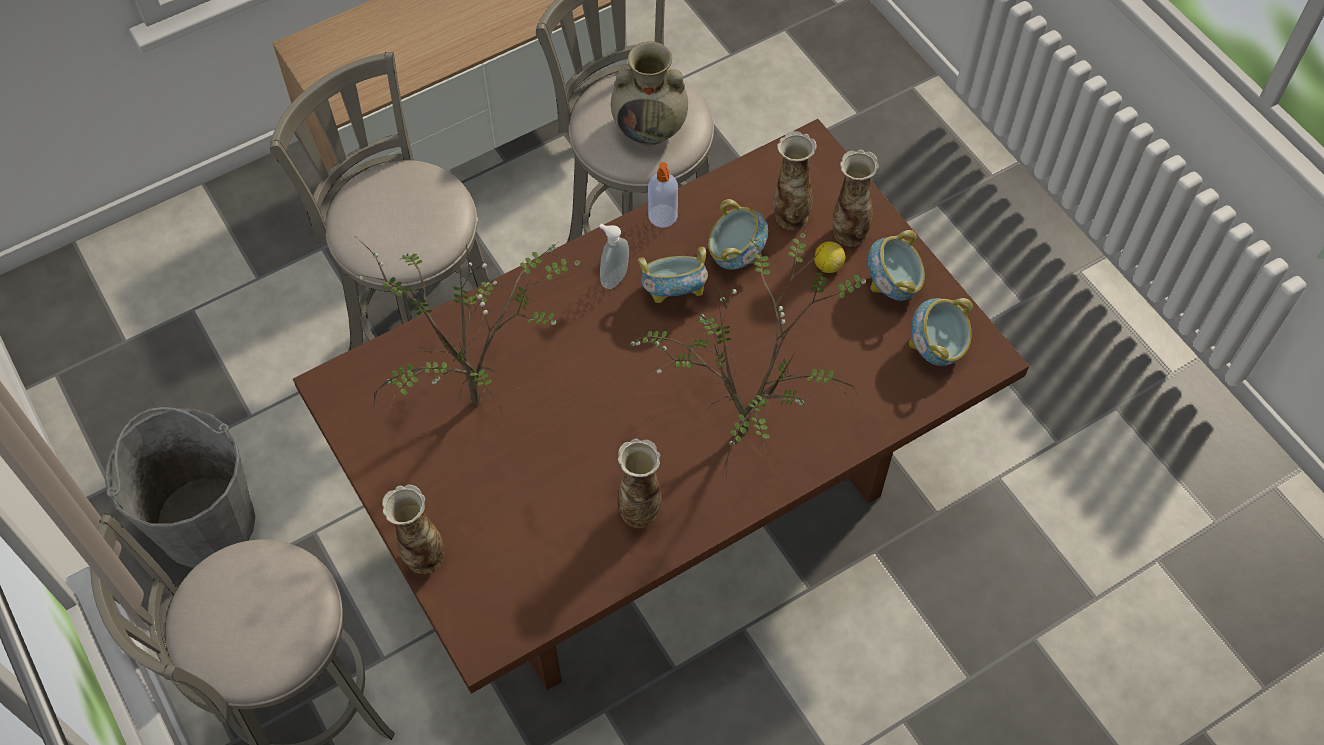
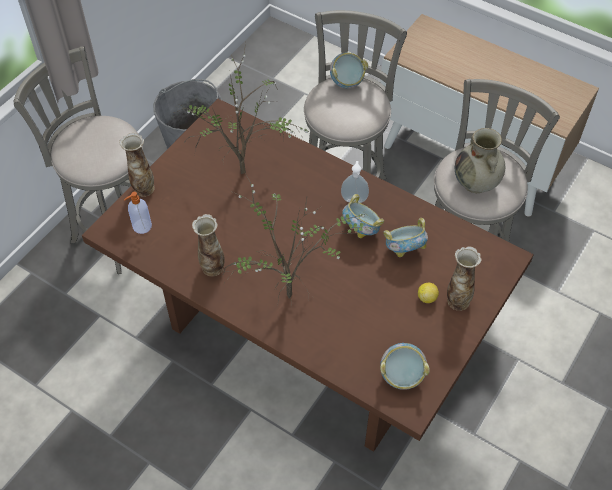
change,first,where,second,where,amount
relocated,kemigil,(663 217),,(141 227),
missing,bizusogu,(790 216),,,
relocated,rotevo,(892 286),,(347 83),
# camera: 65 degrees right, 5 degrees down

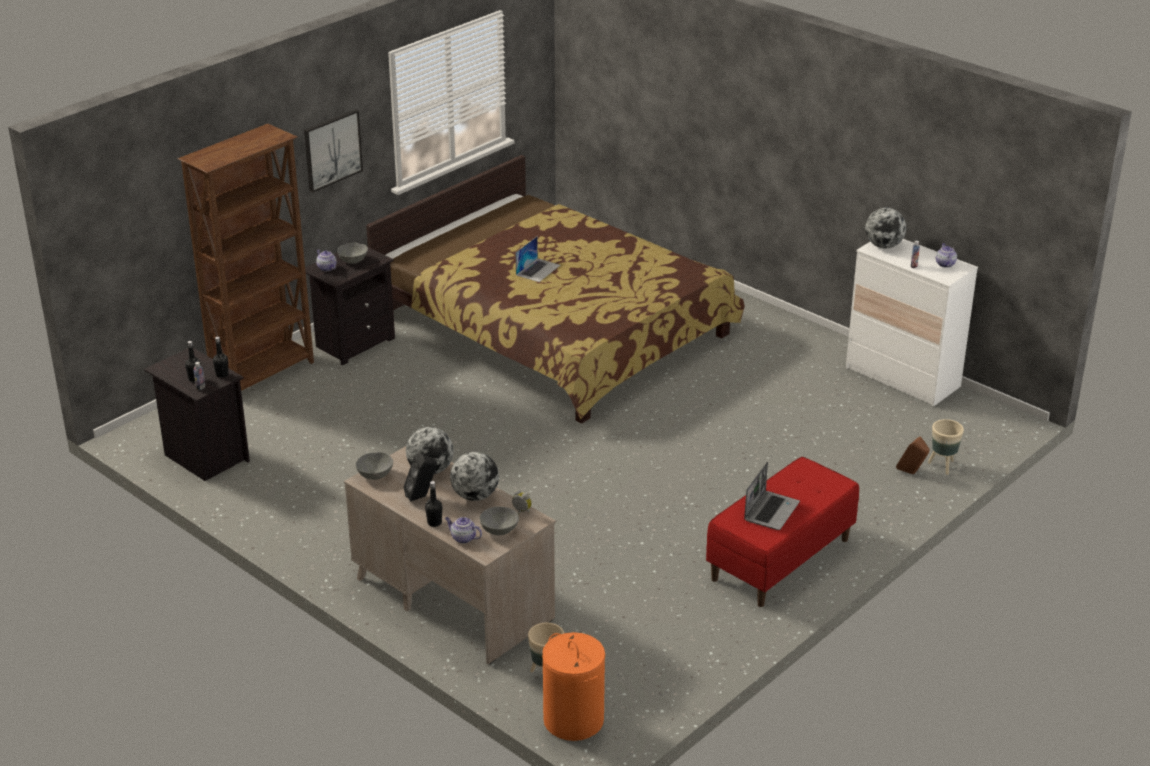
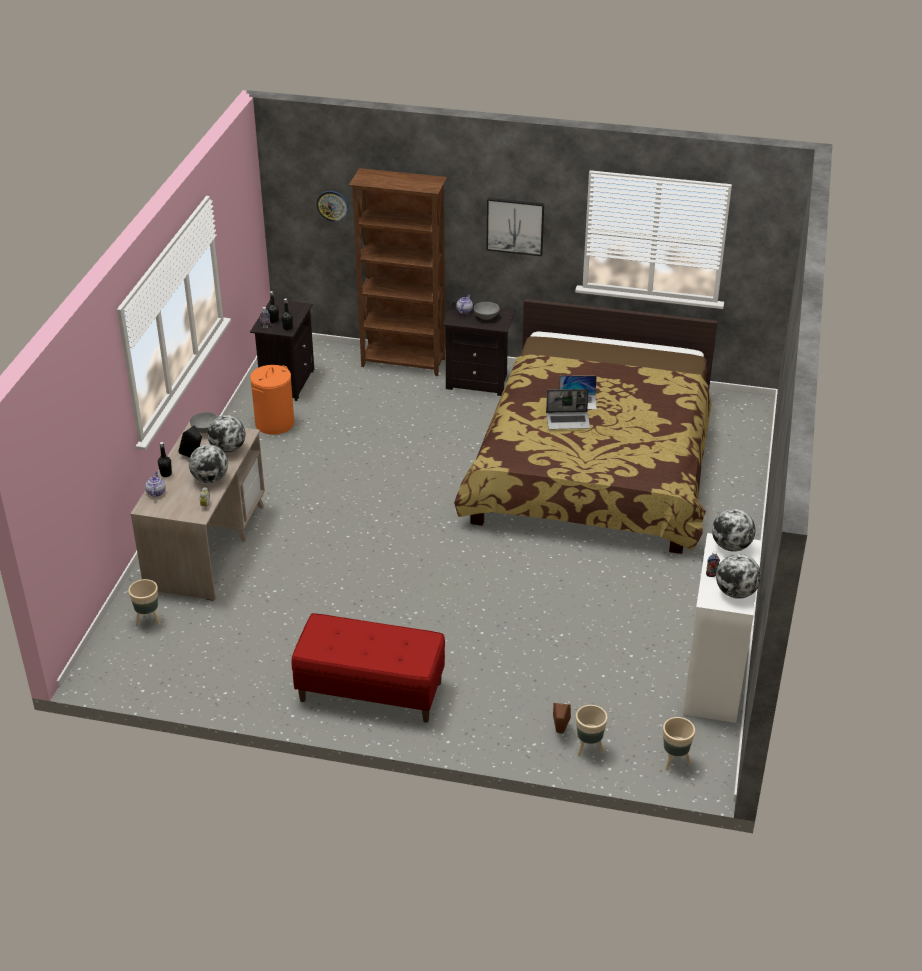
change,first,where,second,where,amount
missing,grey_rotevo,(499 530),,,
relocated,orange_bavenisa,(573 720),,(275 423),
relocated,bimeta,(771 511),,(568 421),
exchanged,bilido,(945 264),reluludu,(735 592),
appeared,,,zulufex,(332 205),
appeared,,,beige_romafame,(675 761),
# camera: 60 degrees right, 5 degrees up

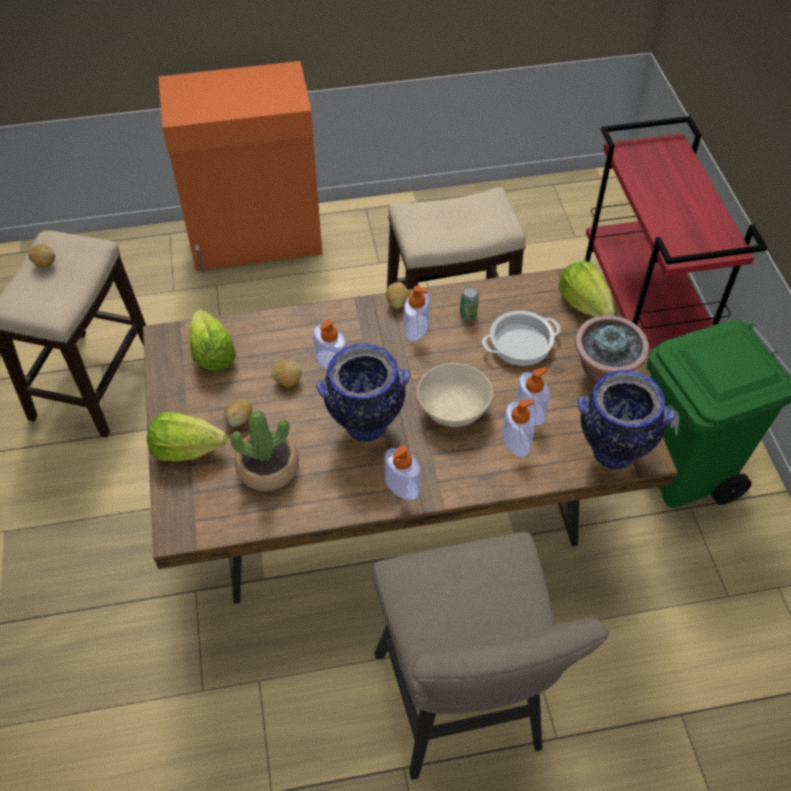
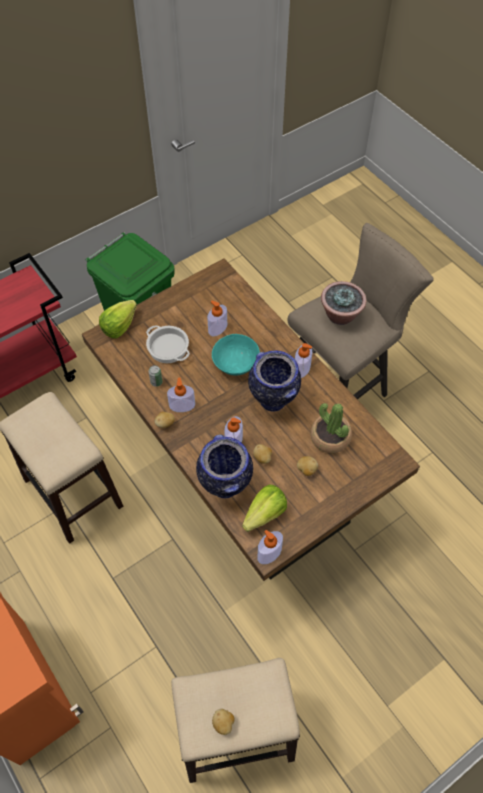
change,first,where,second,where,amount
missing,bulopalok,(186 449),,,
colour,beige_rotevo,(453 408),turquoise_rotevo,(236 364),
relocated,kemigil,(516 441),,(269 553),
relocated,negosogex,(605 371),,(340 315),
relocated,bizusogu,(611 453),,(225 487),
# camera: 115 degrees left, 5 degrees up

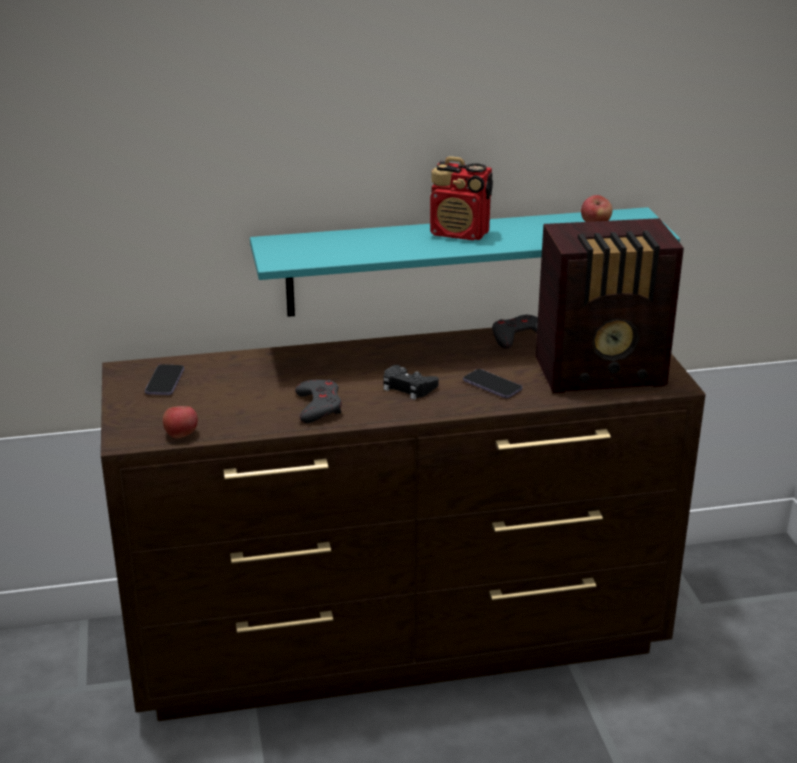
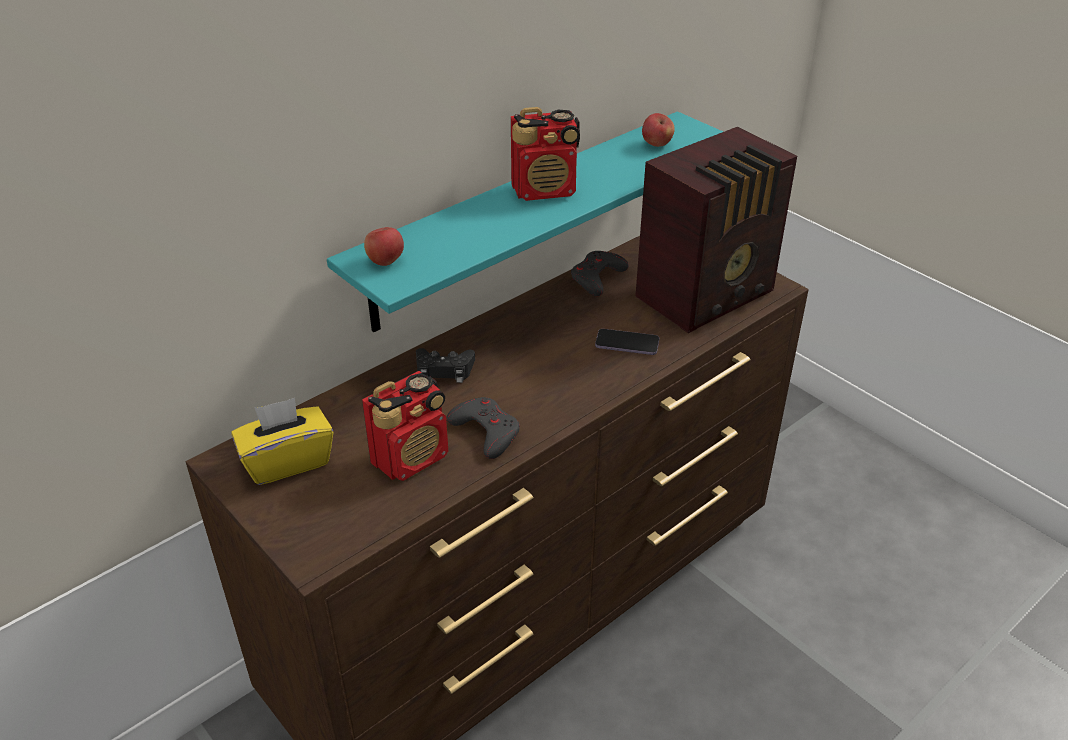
change,first,where,second,where,amount
exchanged,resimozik,(165 382),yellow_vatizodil,(287 461),
relocated,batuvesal,(181 435),,(385 261),
relocated,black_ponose,(408 387),,(444 370),
appeared,,,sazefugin,(411 458),
# camera: 30 degrees left, 10 degrees up

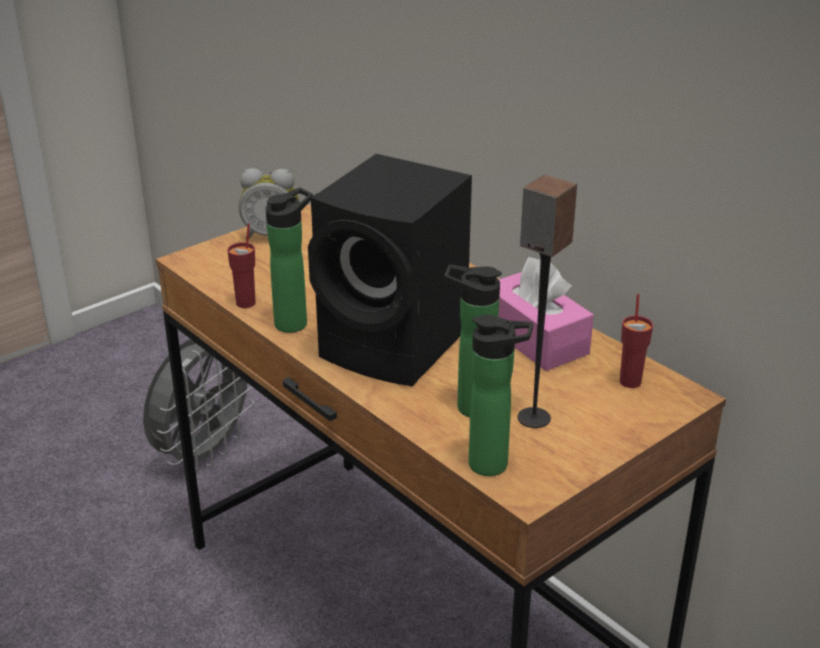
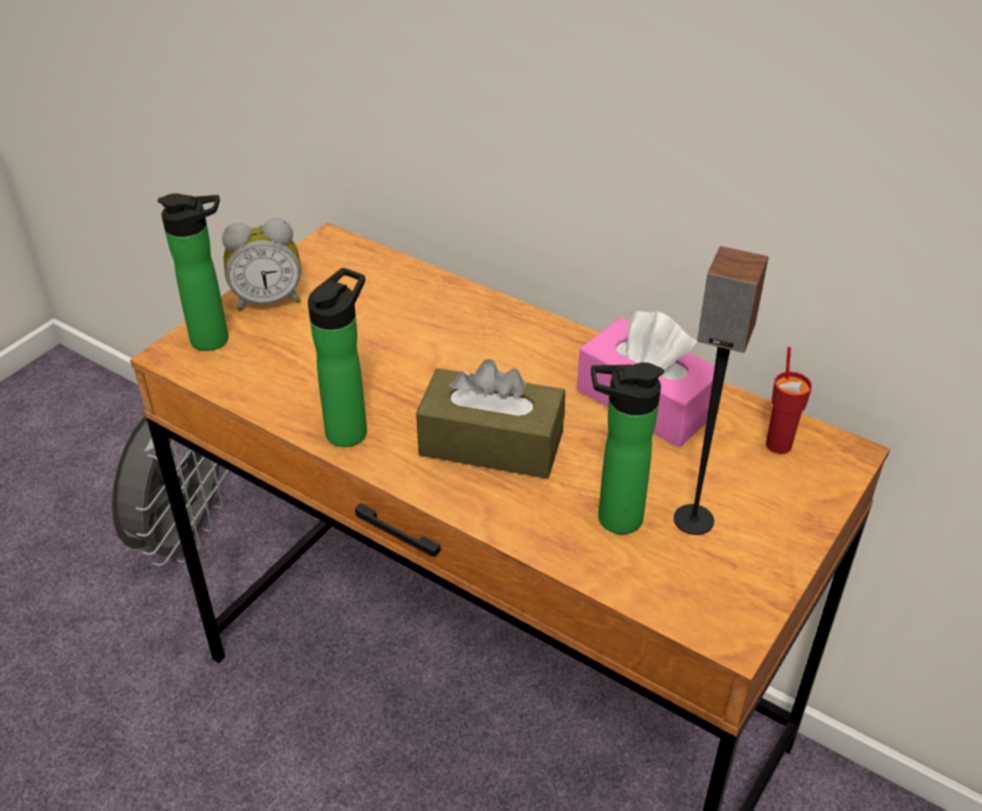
change,first,where,second,where,amount
missing,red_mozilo,(246 303),,,
exchanged,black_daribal,(397 346),brown_vatizodil,(491 443),
relocated,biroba,(494 465),,(216 339),
# camera: 15 degrees left, 10 degrees up

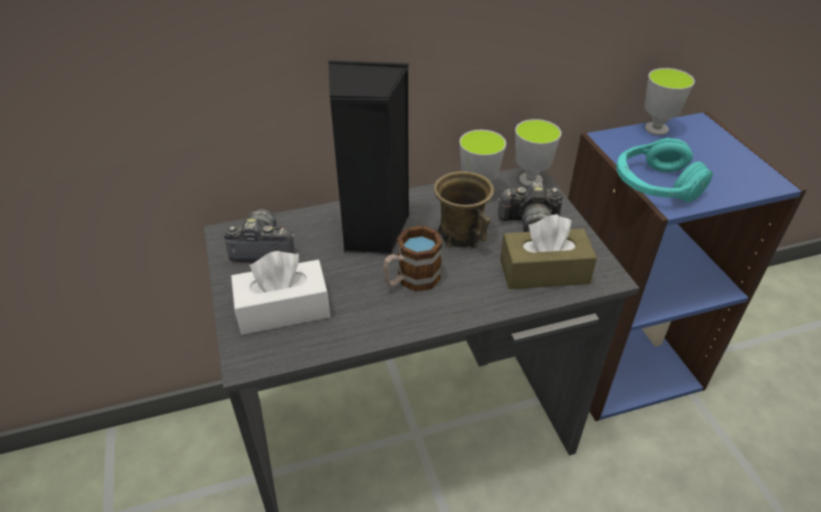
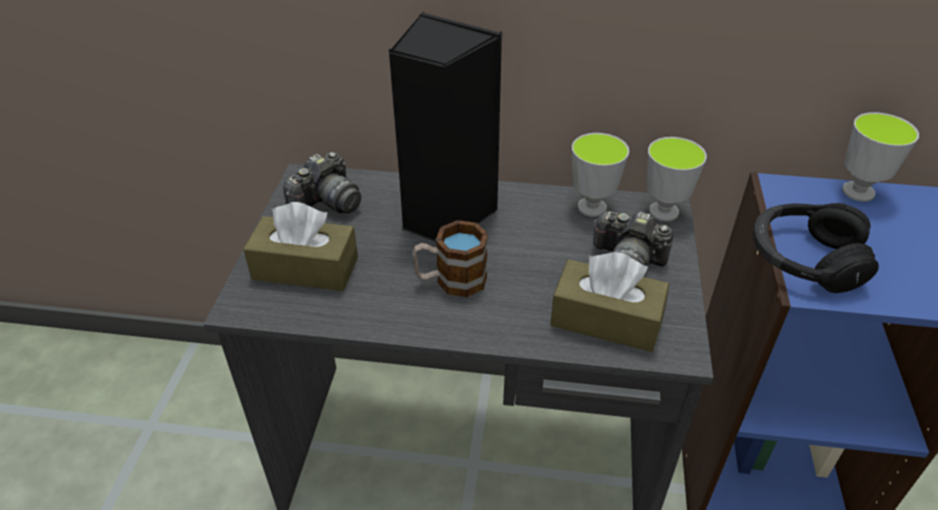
change,first,where,second,where,amount
spun,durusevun,(263 249),,(327 202),105 degrees clockwise
colour,white_vatizodil,(283 309),brown_vatizodil,(305 268),
missing,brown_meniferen,(461 235),,,
colour,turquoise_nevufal,(655 184),black_nevufal,(804 259),
# camera: 25 degrees right, 0 degrees up

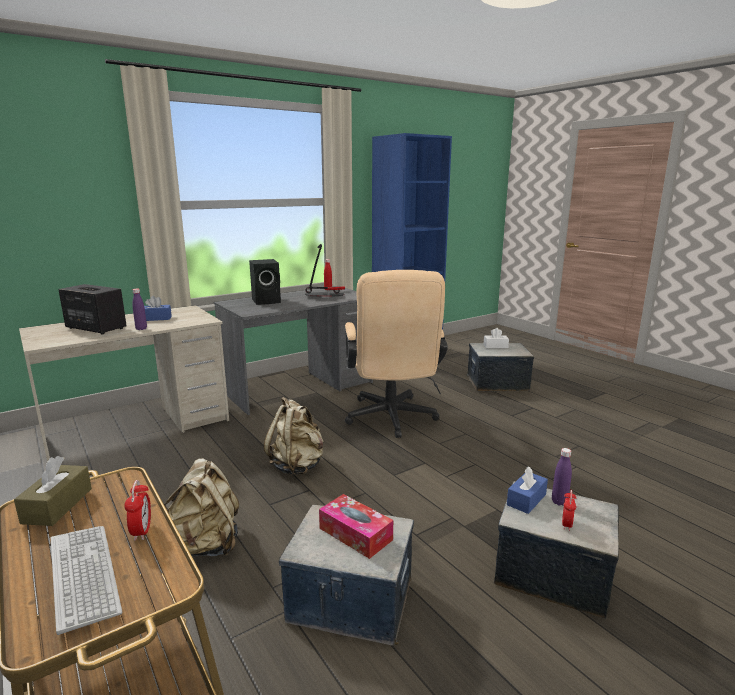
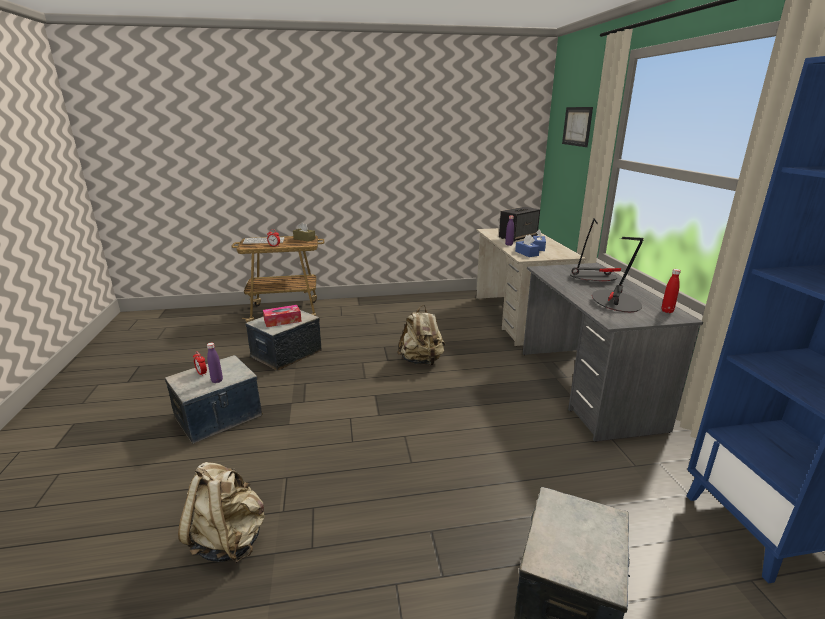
change,first,where,second,where,amount
relocated,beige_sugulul,(205 545),,(229 539),
exchanged,black_daribal,(267 301),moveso,(593 278),
missing,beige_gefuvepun,(391 420),,,
missing,white_vatizodil,(495 346),,,
relocated,blue_vatizodil,(526 499),,(526 253),
appeared,,,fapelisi,(577 126),
# camera: 115 degrees right, 5 degrees up

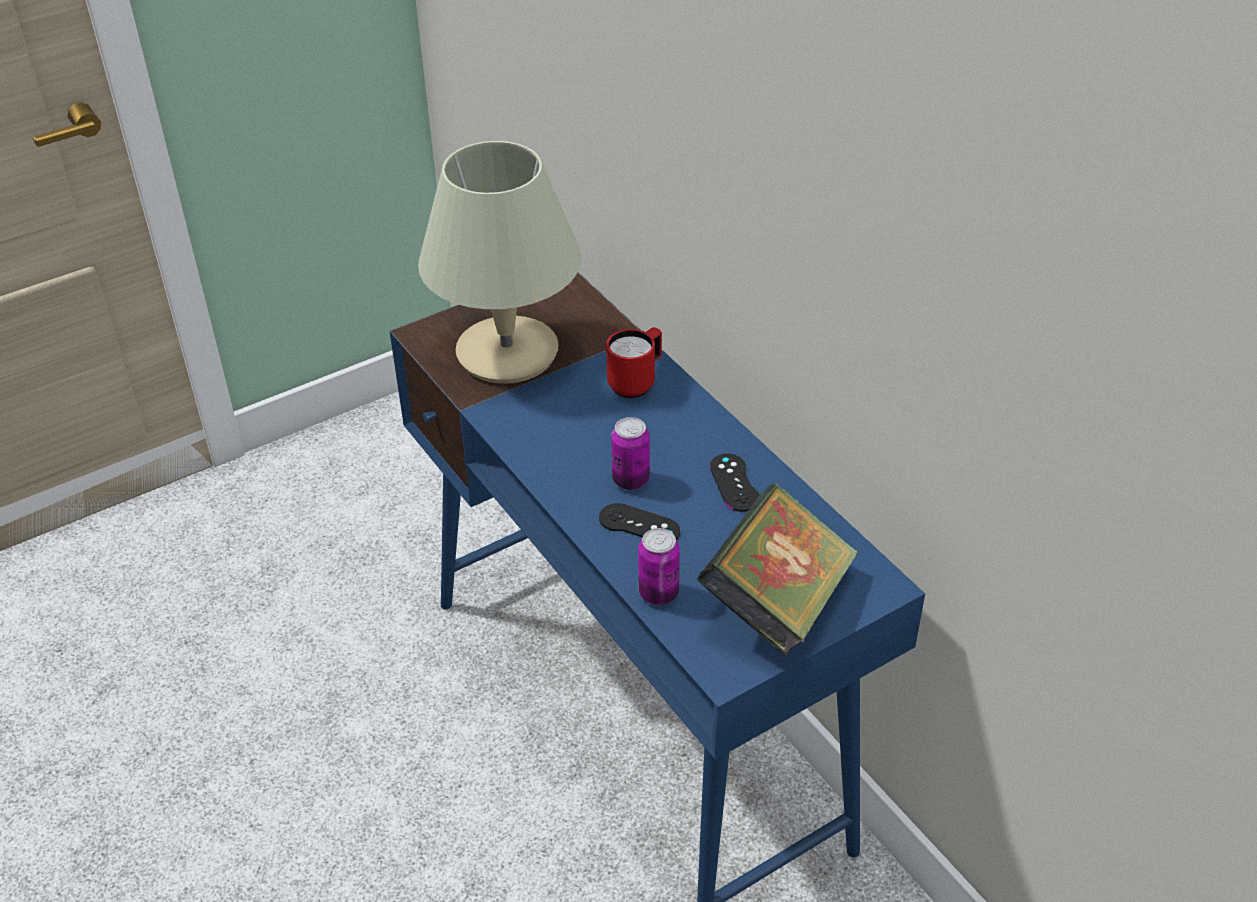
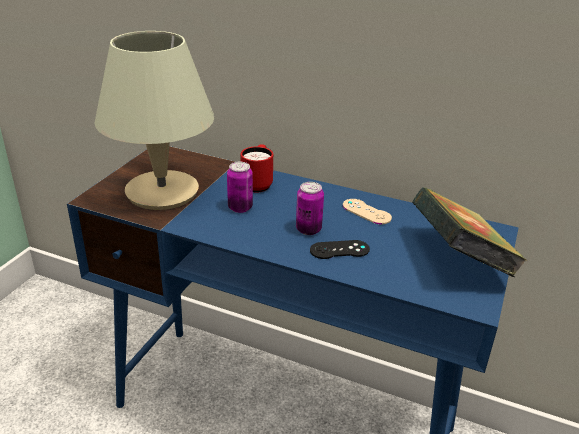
change,first,where,second,where,amount
relocated,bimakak,(658 593),,(240 208),
colour,black_ponose,(734 483),beige_ponose,(366 212),
# camera: 35 degrees left, 10 degrees down

